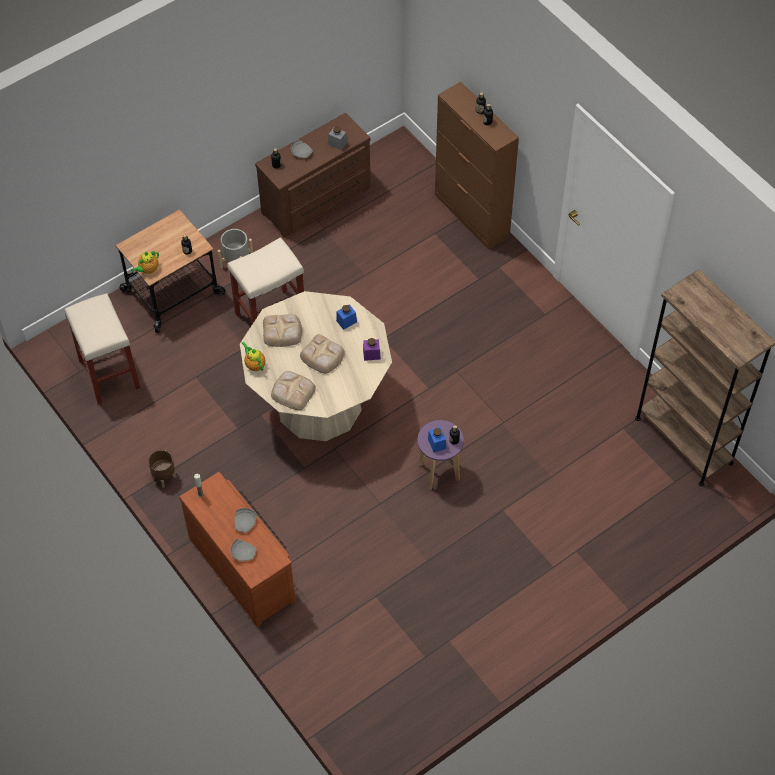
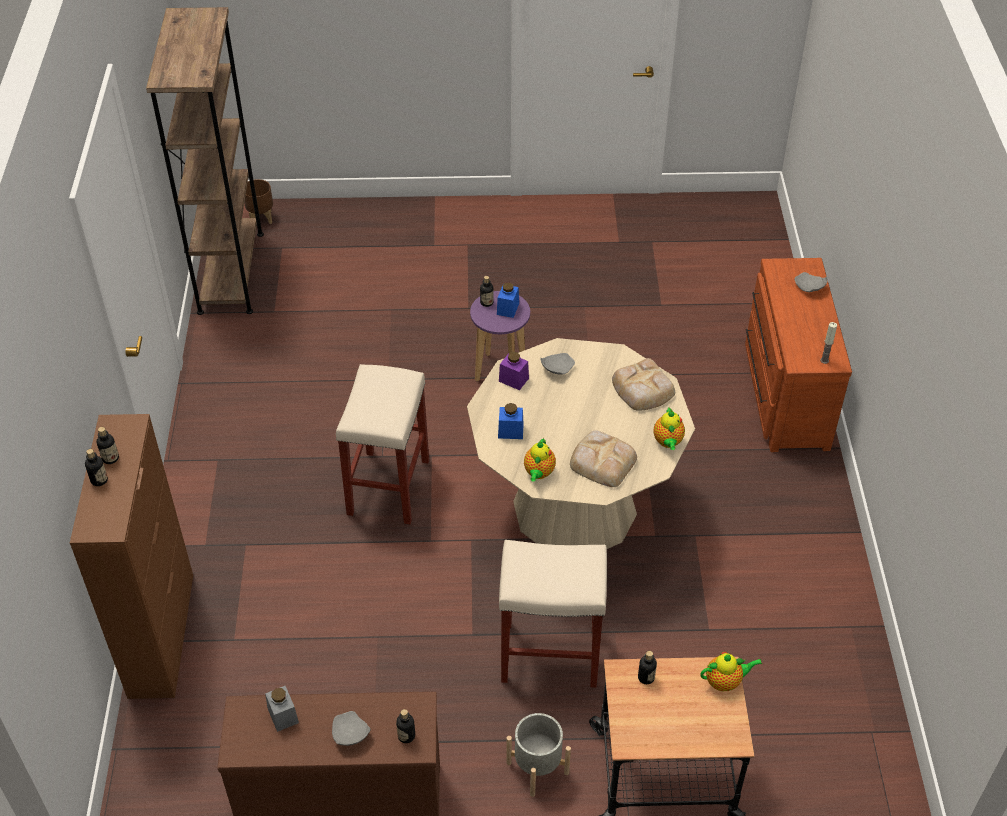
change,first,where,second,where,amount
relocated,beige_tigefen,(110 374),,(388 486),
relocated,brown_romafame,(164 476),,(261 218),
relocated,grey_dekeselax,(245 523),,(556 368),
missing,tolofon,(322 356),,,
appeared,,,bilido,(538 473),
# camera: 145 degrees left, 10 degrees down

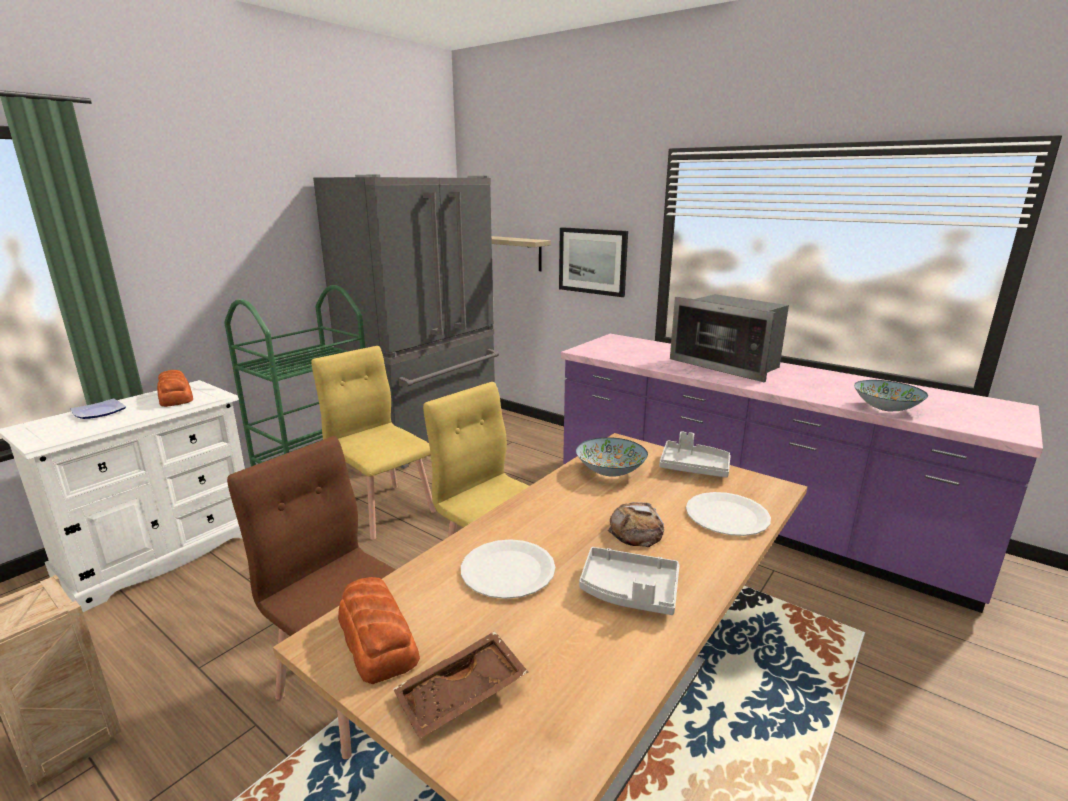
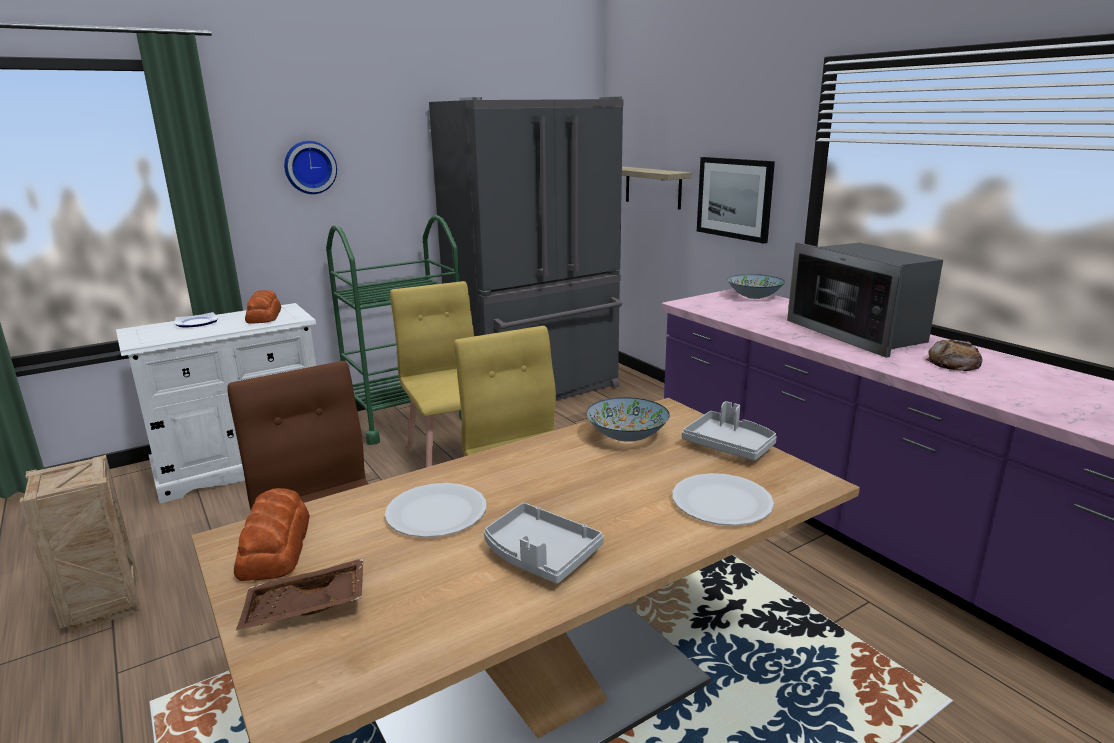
change,first,where,second,where,amount
relocated,tolofon,(636 531),,(954 363),
relocated,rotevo,(885 408),,(754 297),
appeared,,,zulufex,(309 167),
# camera: 20 degrees right, 0 degrees up

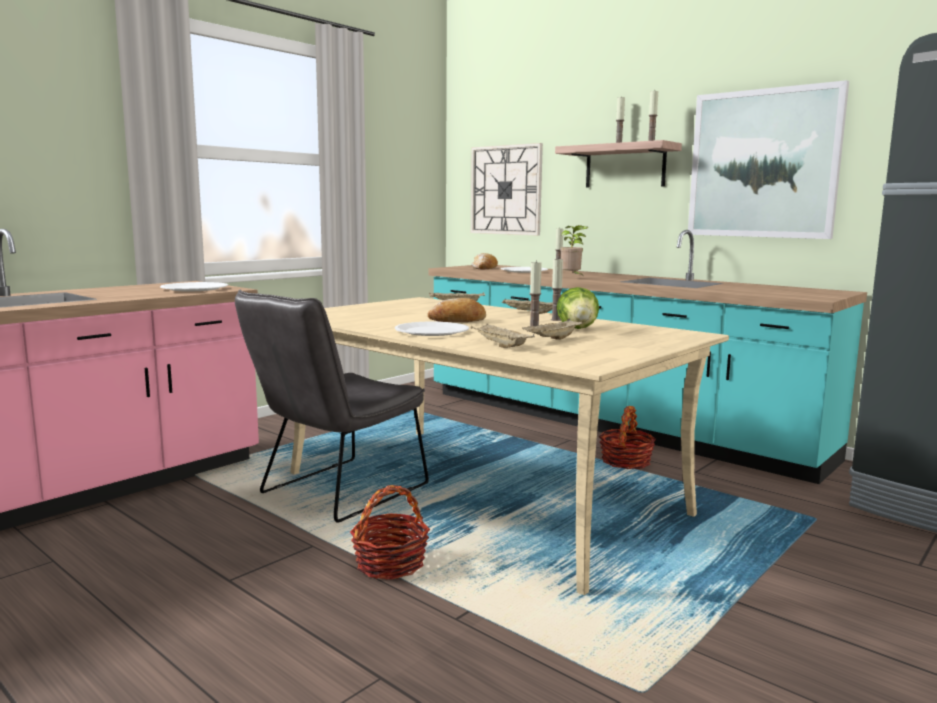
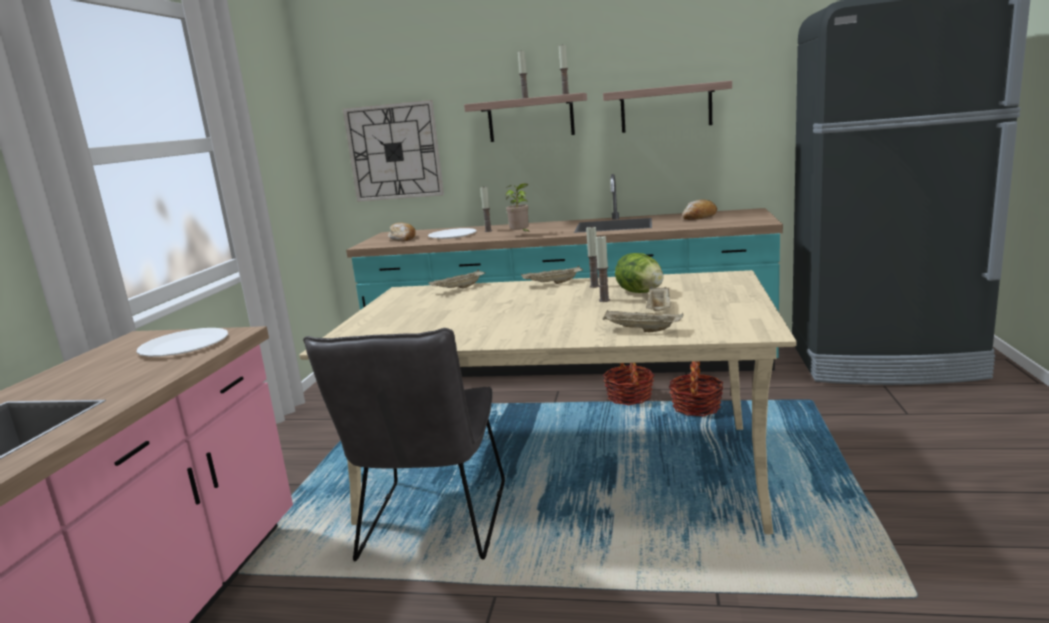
change,first,where,second,where,amount
relocated,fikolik,(390 564),,(696 407),
missing,white_dekeselax,(431 331),,,
relocated,tolofon,(458 320),,(699 217),
exchanged,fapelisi,(763 164),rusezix,(666 108),
# camera: 30 degrees left, 5 degrees up

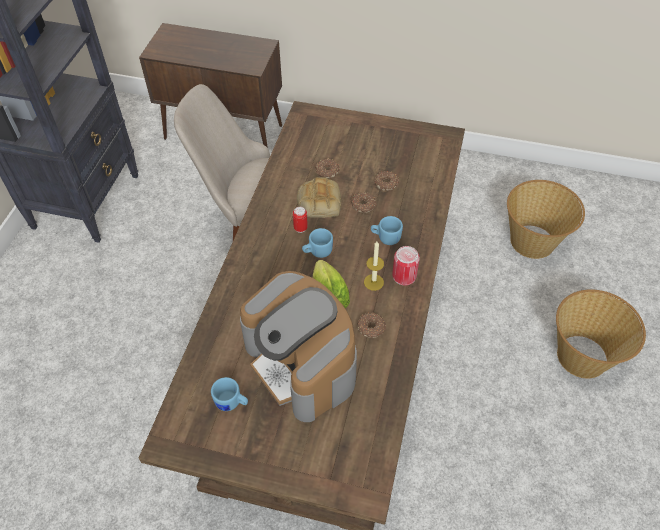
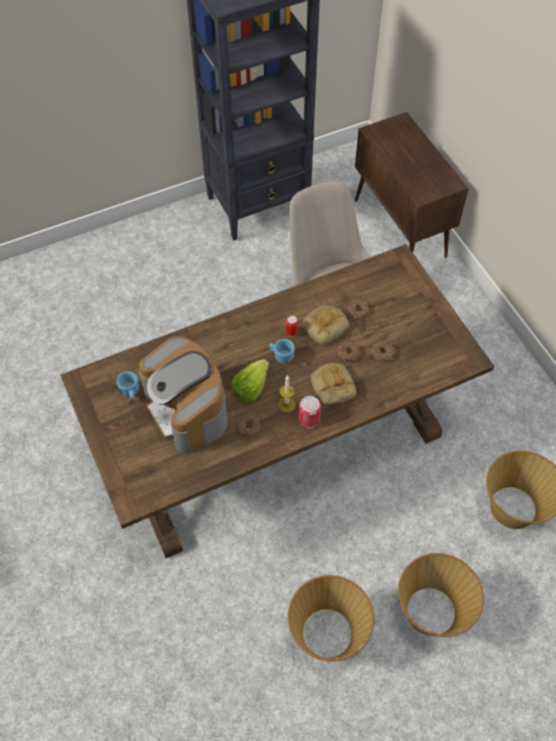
change,first,where,second,where,amount
spun,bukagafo,(302 364),,(187 409),45 degrees counterclockwise
exchanged,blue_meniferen,(385 237),tolofon,(332 386),
appeared,,,fikolik,(328 634),
# camera: 50 degrees right, 5 degrees up

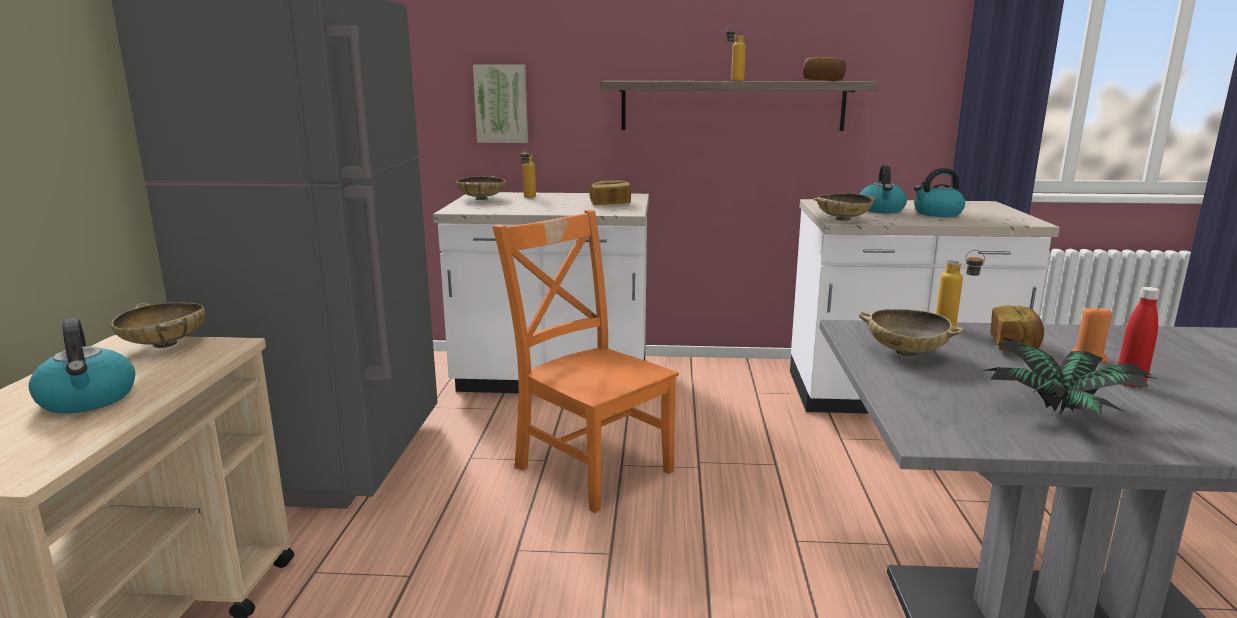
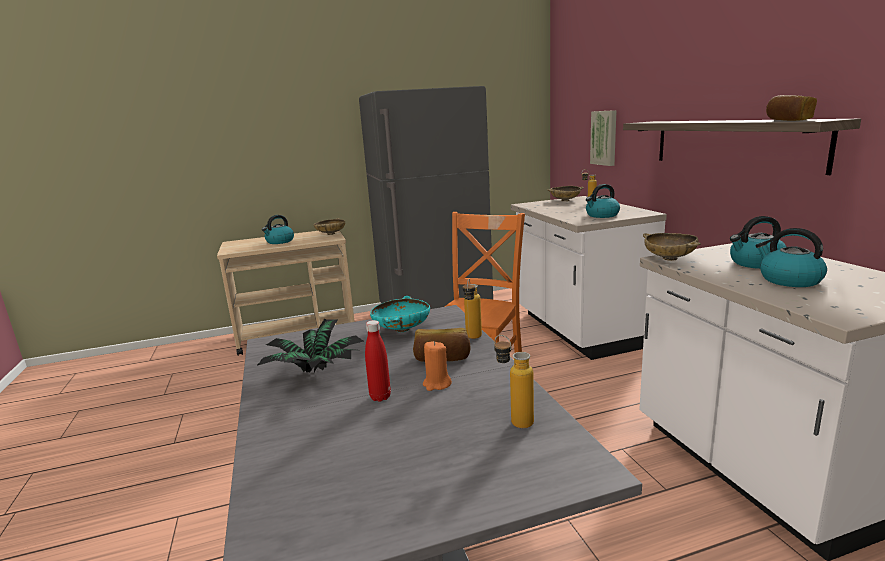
change,first,where,second,where,amount
exchanged,tolofon,(610 204),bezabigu,(602 215),
relocated,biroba,(733 81),,(514 420),
colour,beige_rotevo,(906 353),turquoise_rotevo,(401 329),
# camera: 70 degrees right, 0 degrees up

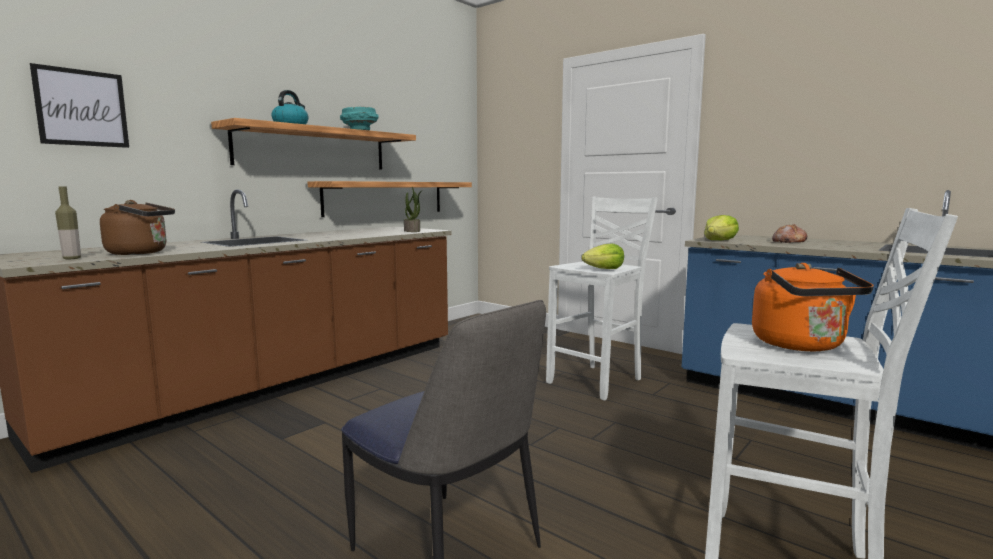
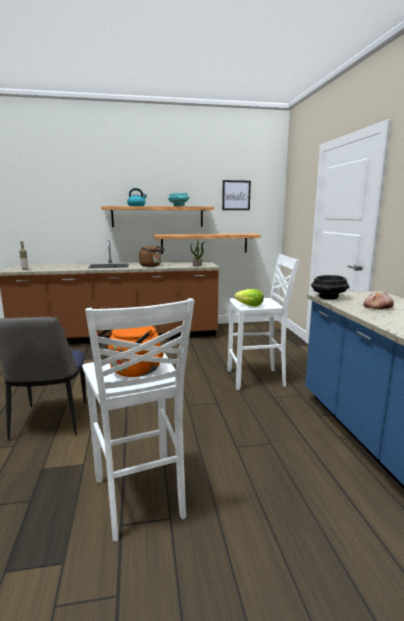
change,first,where,second,where,amount
relocated,fapelisi,(82 108),,(236 195),
relocated,brown_bezabigu,(141 253),,(151 266),
exchanged,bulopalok,(719 241),black_rotevo,(329 297),
# camera: 40 degrees right, 5 degrees up

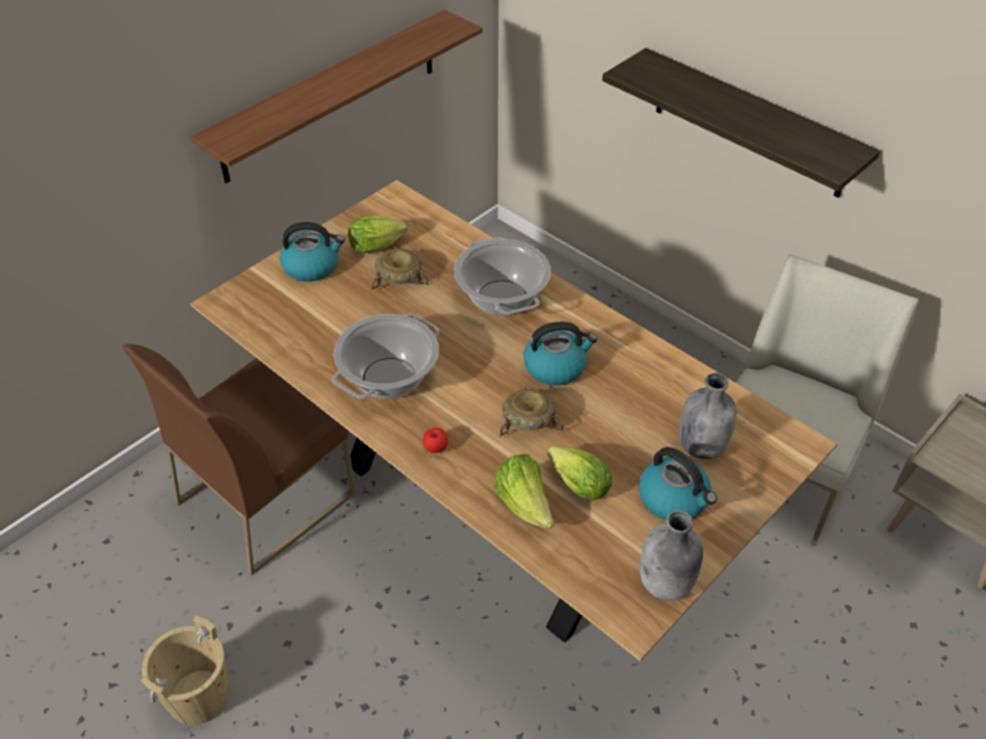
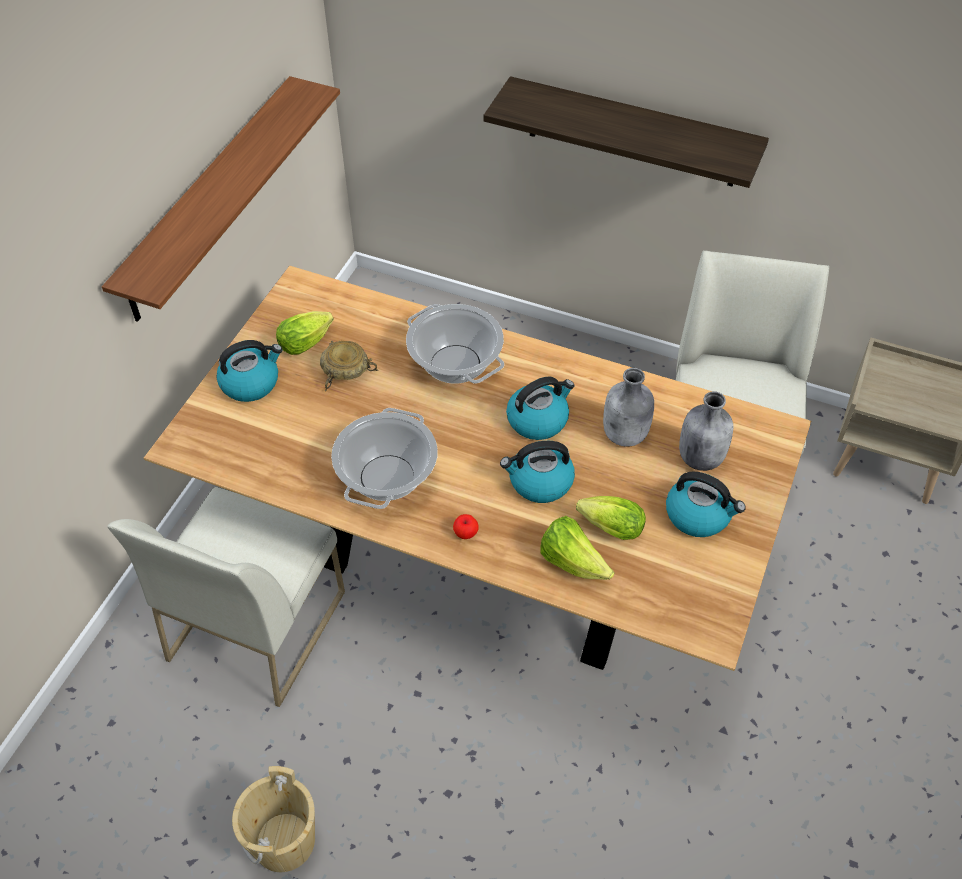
change,first,where,second,where,amount
colour,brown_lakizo,(266 496),white_lakizo,(256 623),
exchanged,beige_rotevo,(529 423),bezabigu,(539 482),
relocated,grey_biroba,(666 584),,(625 435),
# camera: 20 degrees left, 5 degrees up

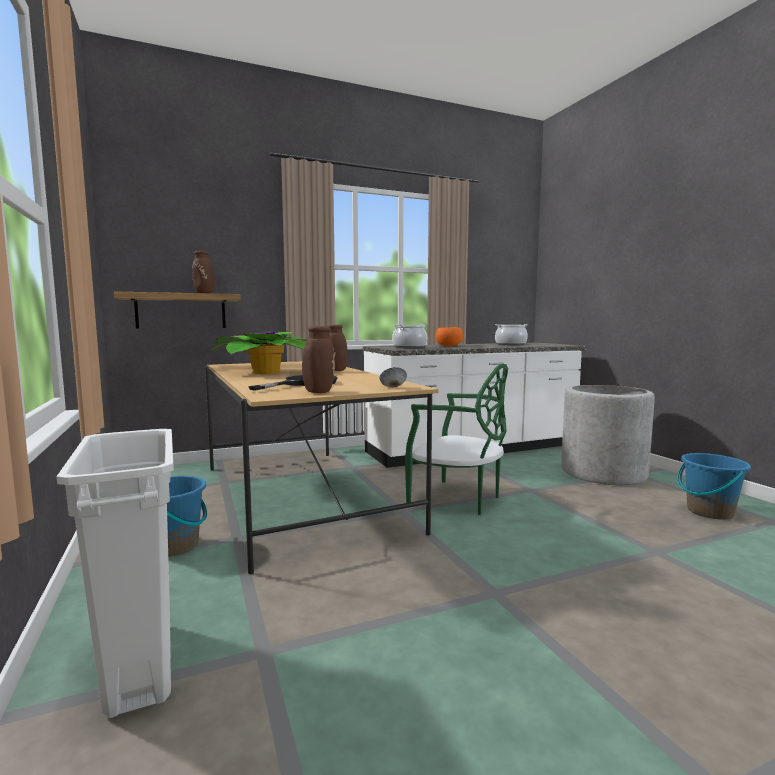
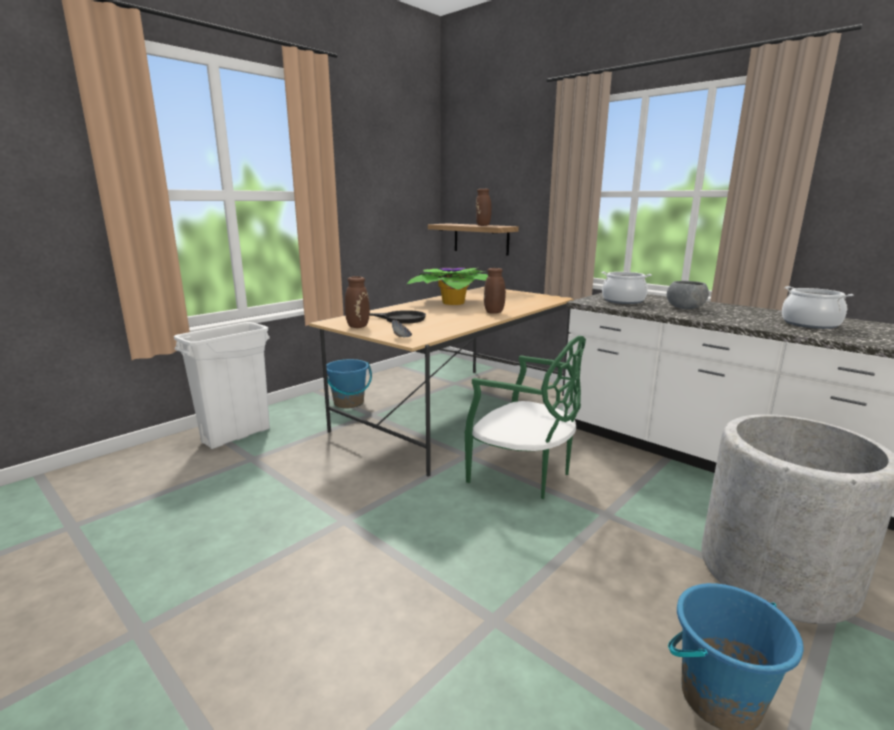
change,first,where,second,where,amount
spun,green_lakizo,(458 499),,(523 475),60 degrees counterclockwise
colour,orange_rotevo,(448 346),grey_rotevo,(685 308),
# camera: 65 degrees right, 10 degrees up

